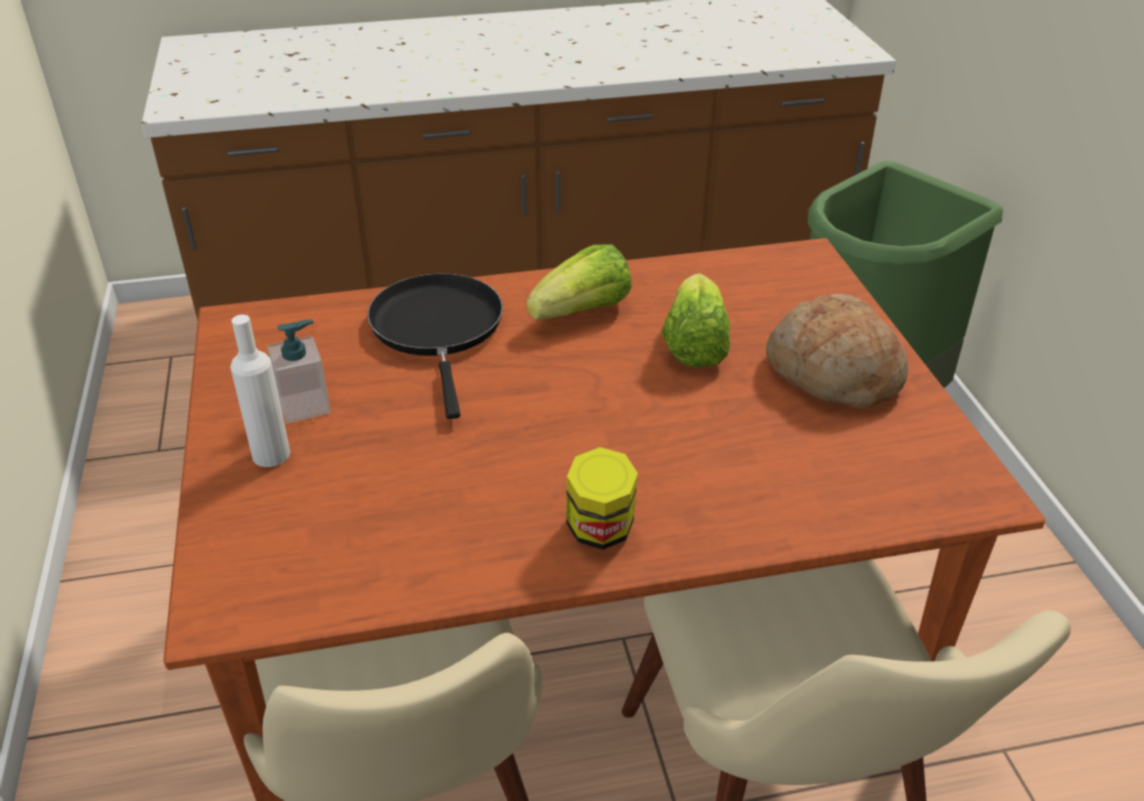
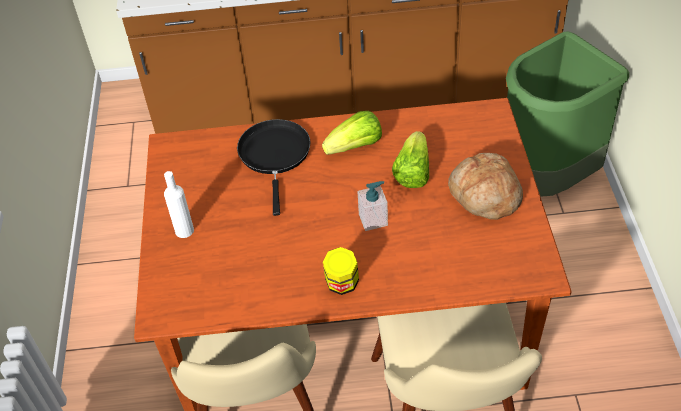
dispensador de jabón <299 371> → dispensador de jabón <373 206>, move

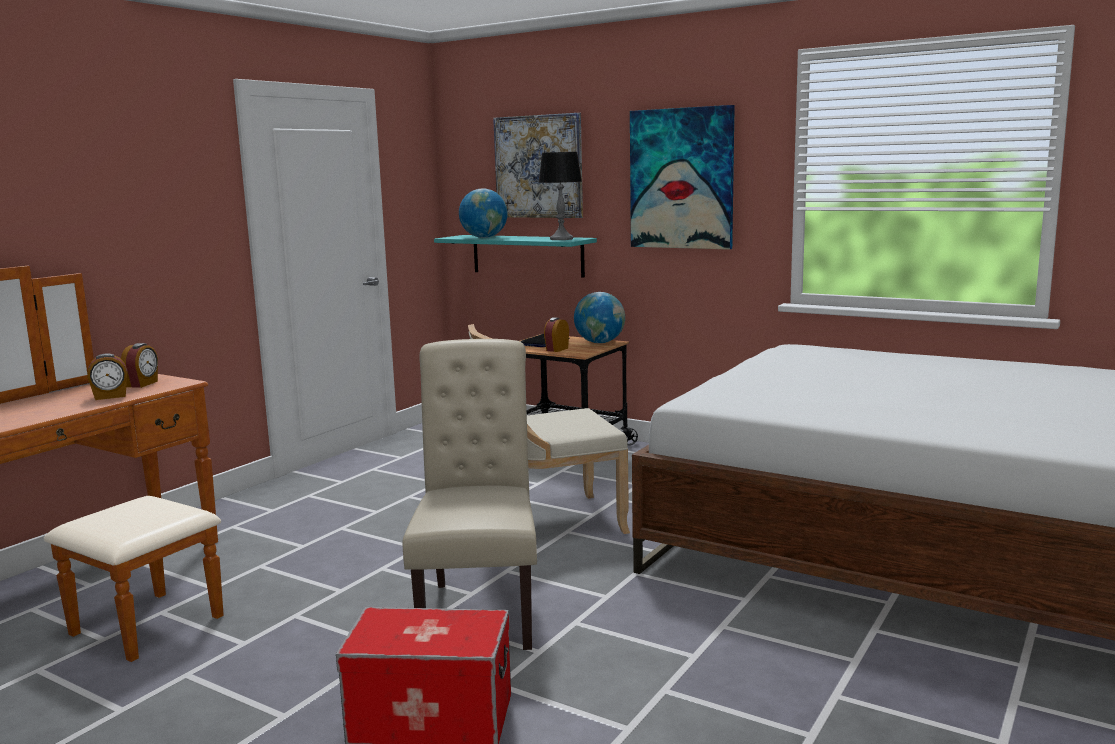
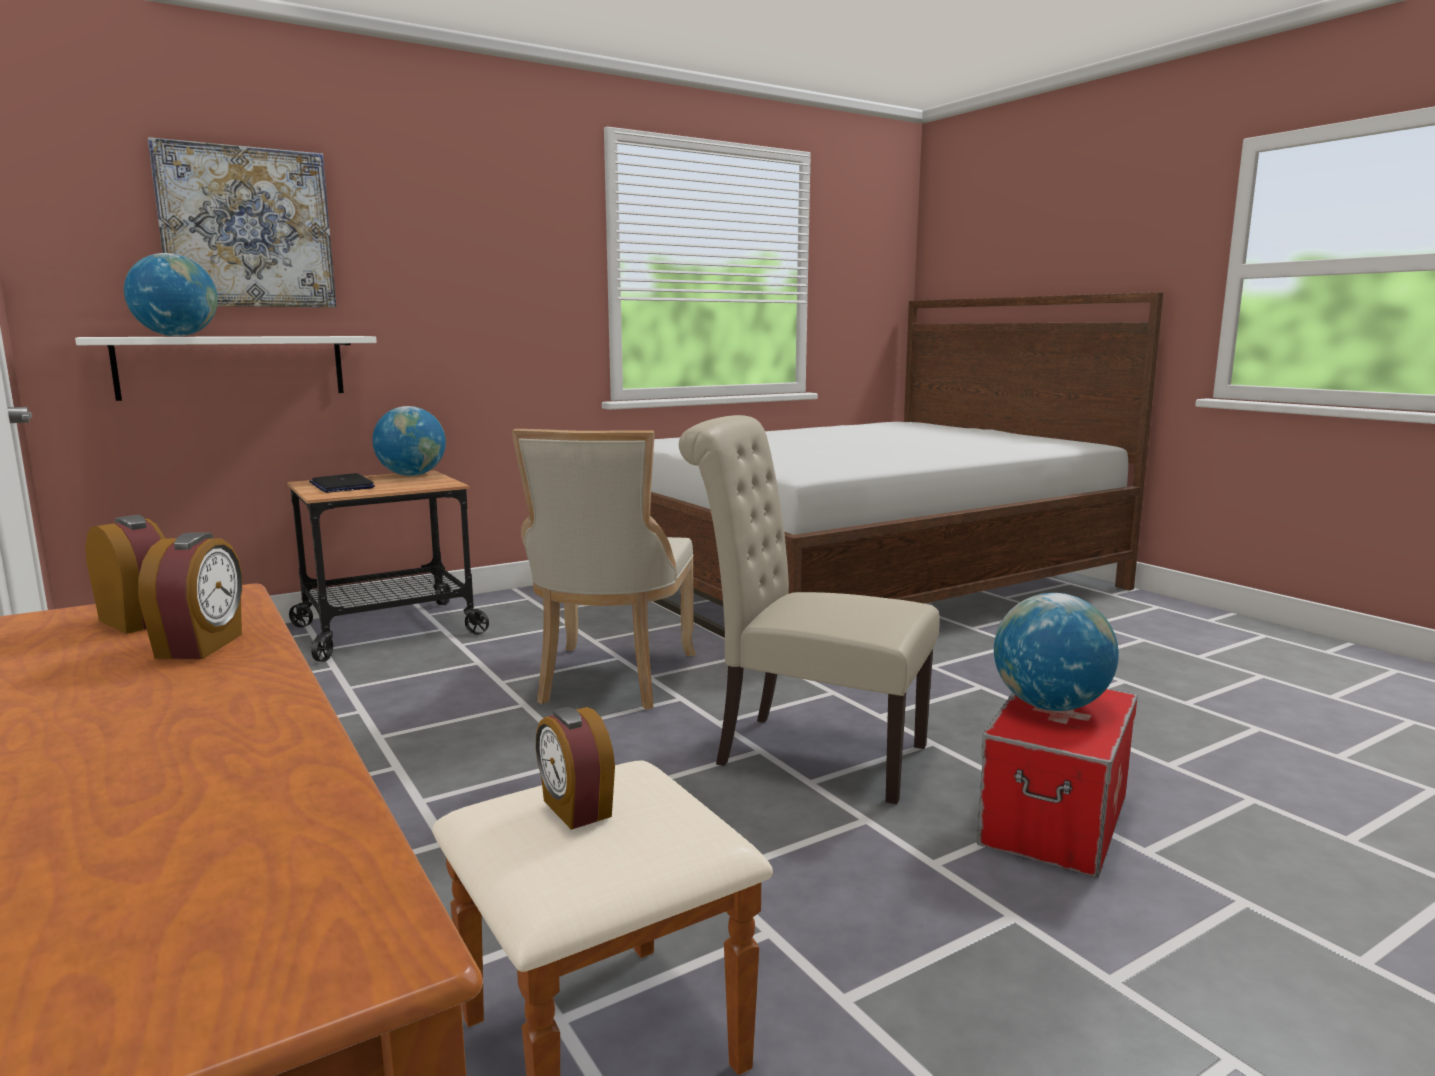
estante/turquesa <515 256> → estante/blanco <226 368>
lámpara de mesa <560 196> → -
despertador <556 334> → despertador <575 768>, move
cuadro <682 177> → -
- → globo terráqueo <1056 652>

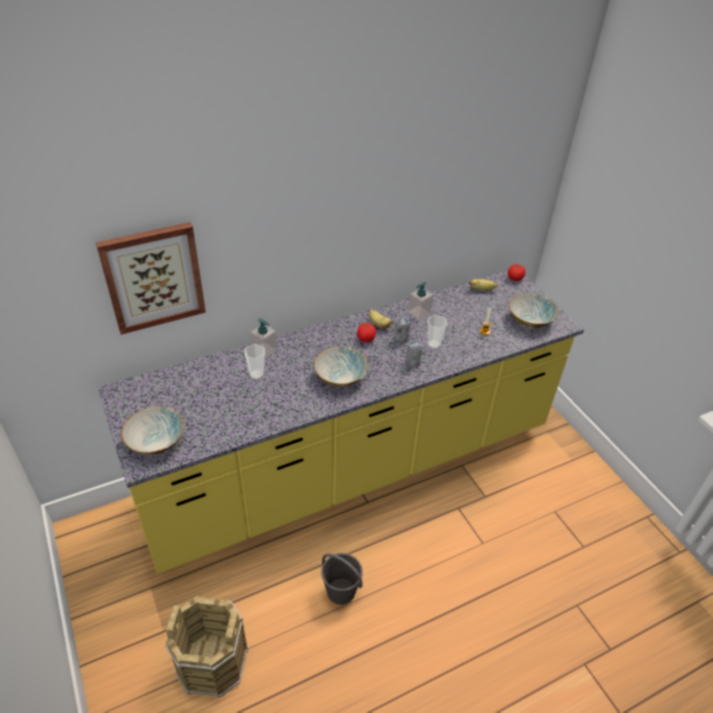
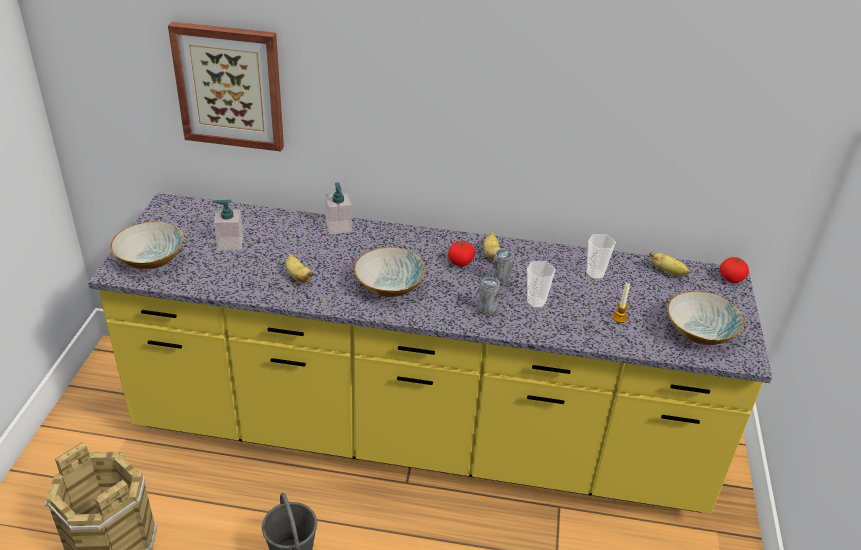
taza <255 362> → taza <601 257>, move
dispensador de jabón <420 301> → dispensador de jabón <228 225>, move
- → plátano <299 268>

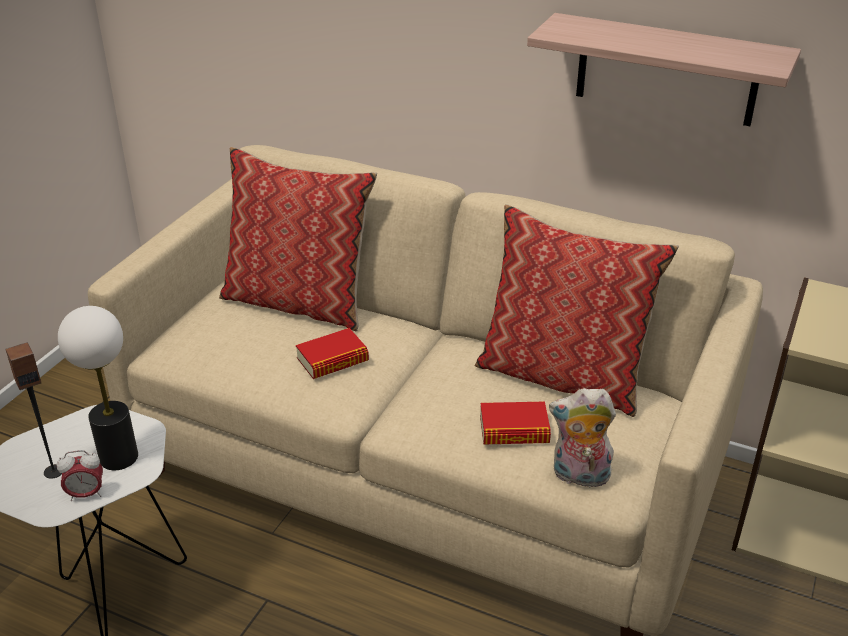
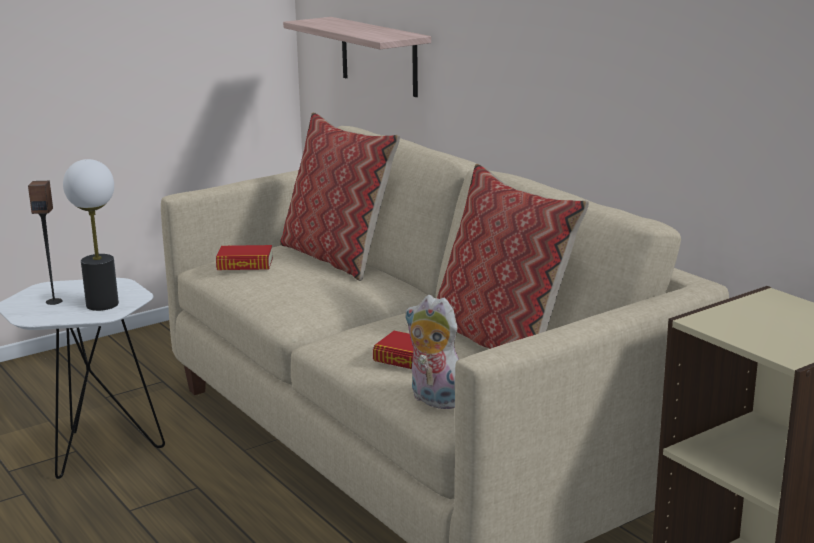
despertador <80 475> → -
libro <332 353> → libro <244 257>, move
estante <664 69> → estante <357 57>, move

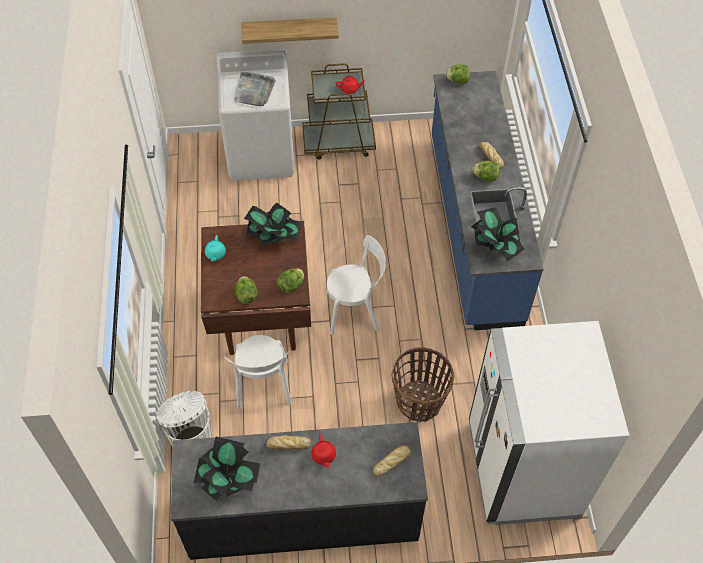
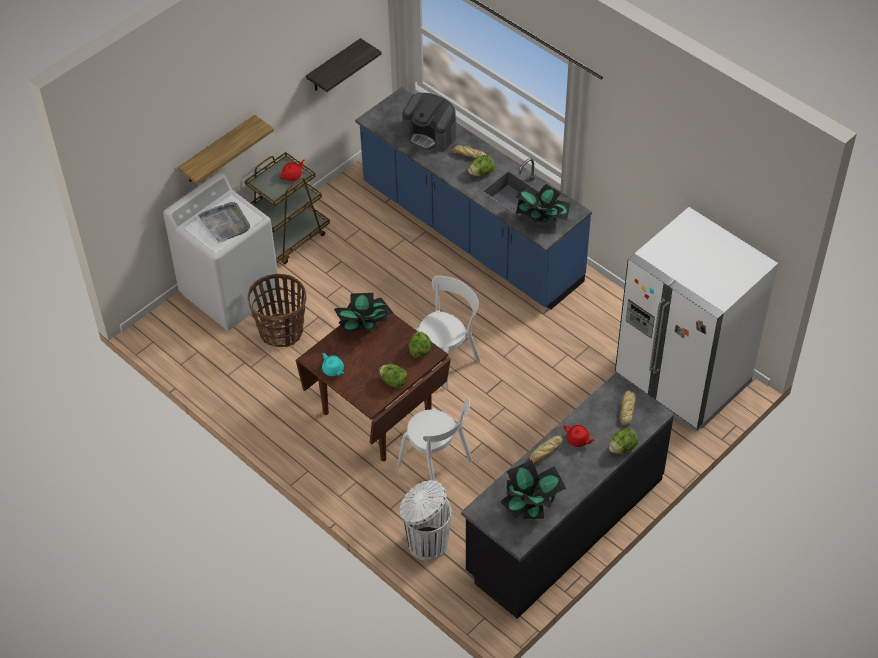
cesta <422 384> → cesta <277 310>, move
lechuga <458 74> → lechuga <623 441>, move
- → estante <344 65>
- → cafetera <429 122>

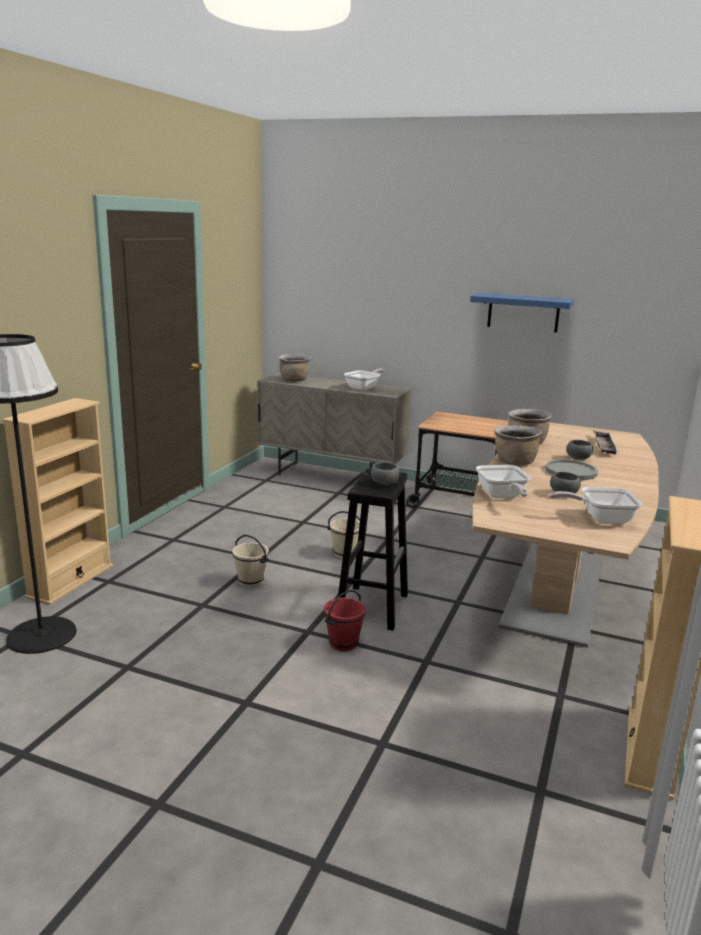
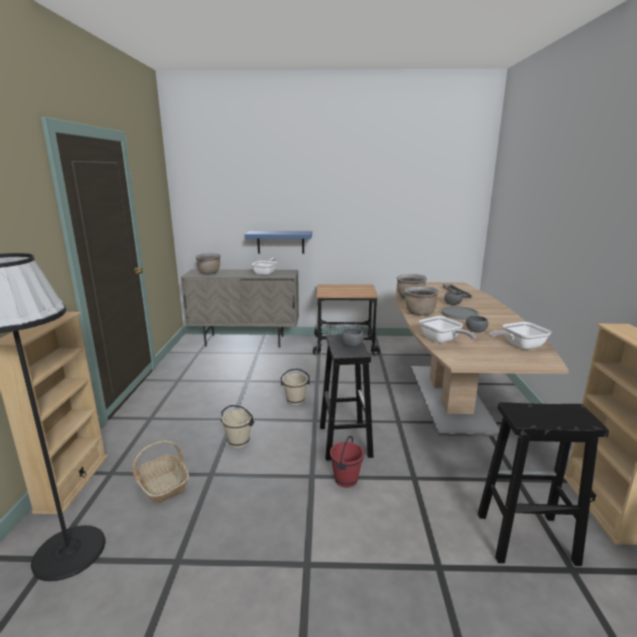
estante/azul <522 313> → estante/azul <278 242>, move
- → cesta <160 472>
- → taburete/negro <543 484>

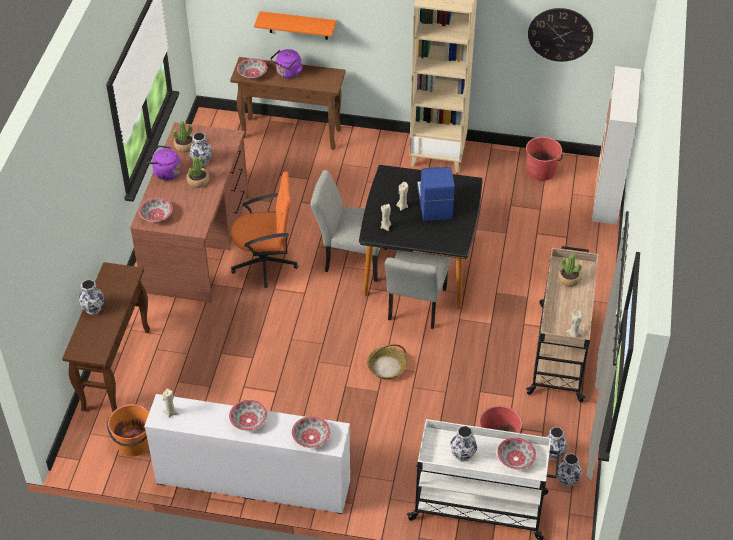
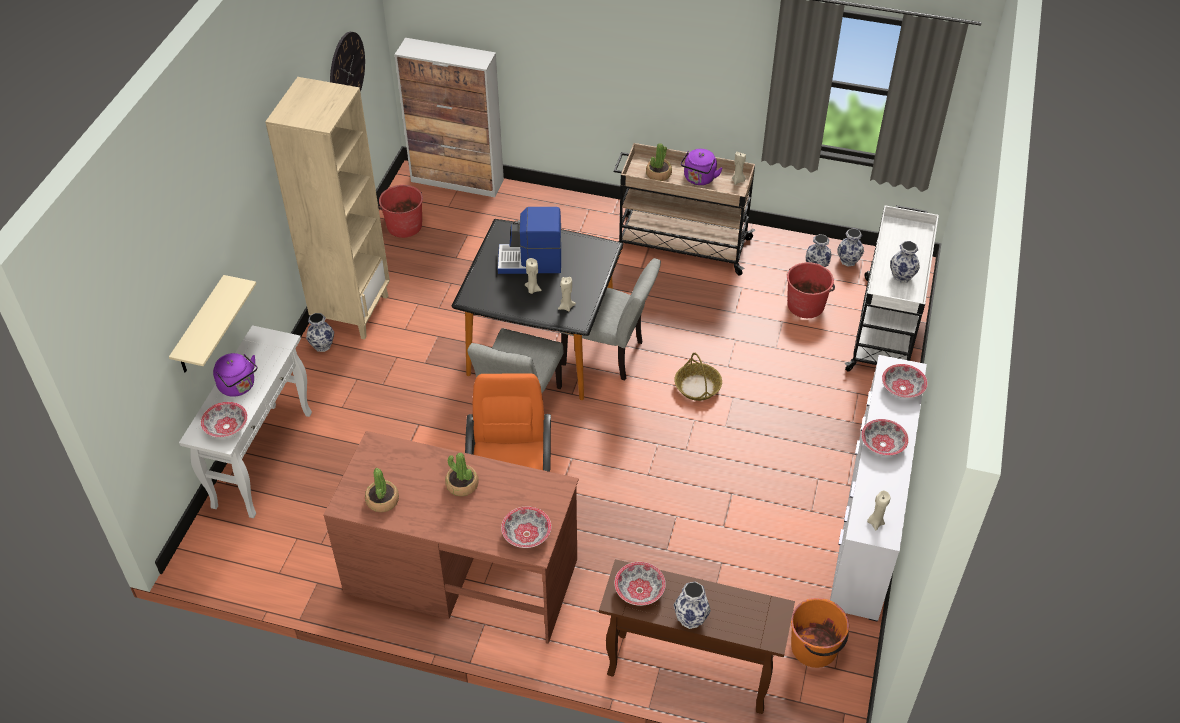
hervidor/morado <163 162> → hervidor/morado <702 167>, move
florero <201 149> → florero <320 332>, move
mesa consola/marrón <287 103> → mesa consola/blanco <245 421>
estante/naranja <295 25> → estante/beis <212 324>
cuenco <516 453> → cuenco <640 584>, move

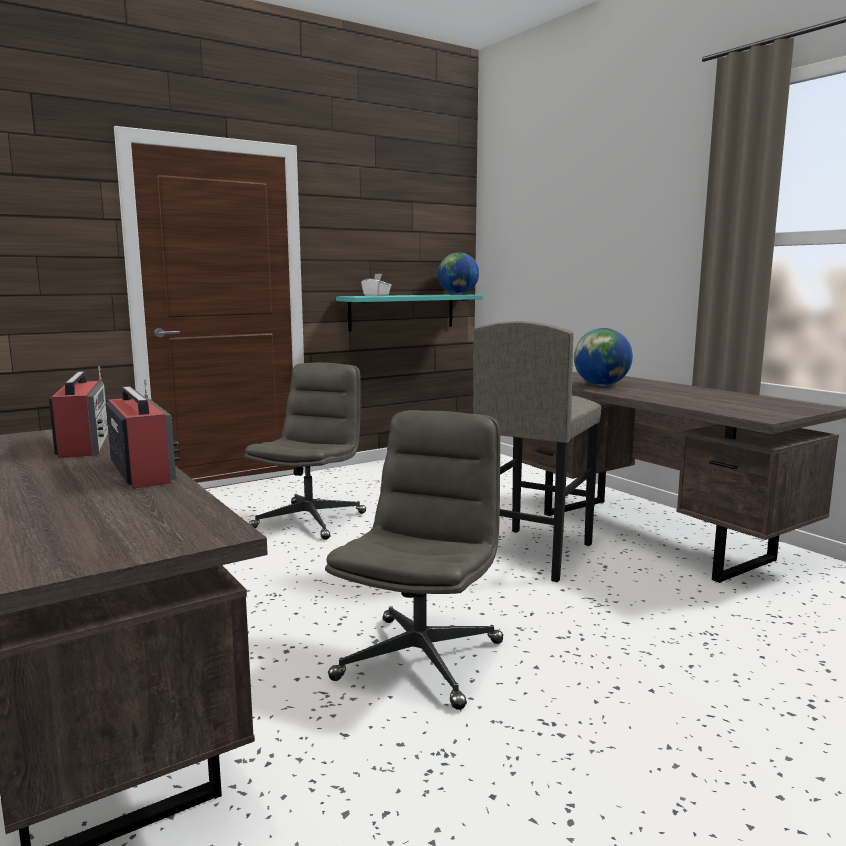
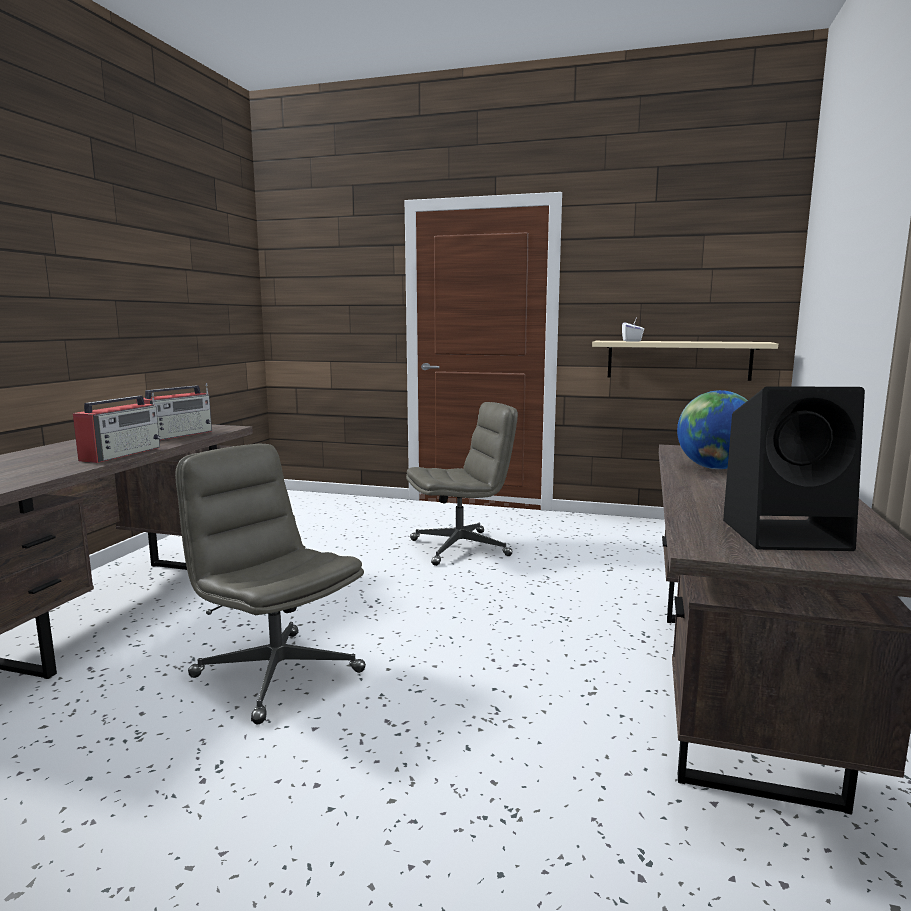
silla de oficina/gris <414 560> → silla de oficina/gris <270 583>, 120 degrees counterclockwise
estante/turquesa <409 313> → estante/beis <685 361>
globo terráqueo <458 273> → -
taburete/gris <537 451> → -
- → altavoz/negro <794 468>

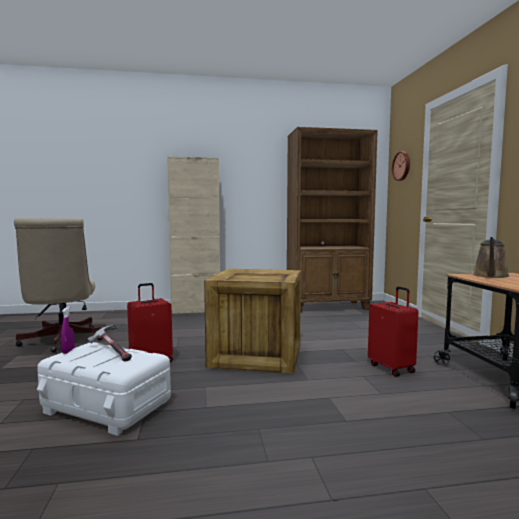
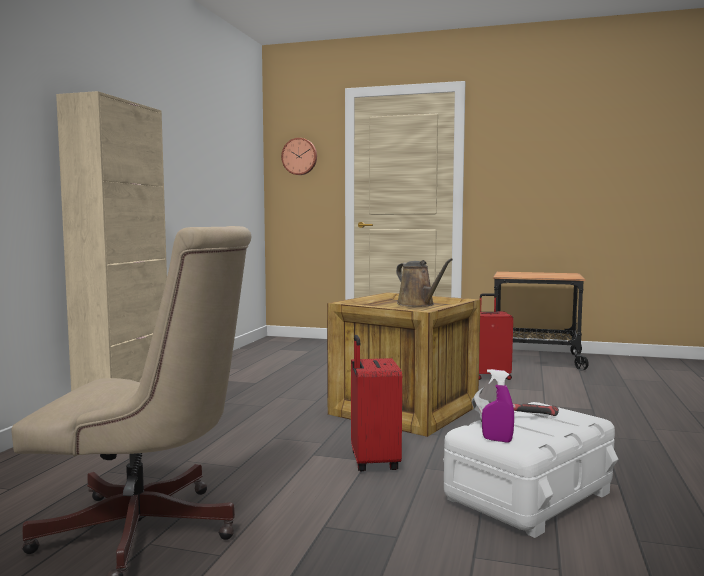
estantería/marrón <332 220> → -
regadera/marrón <491 257> → regadera/marrón <424 282>, move

